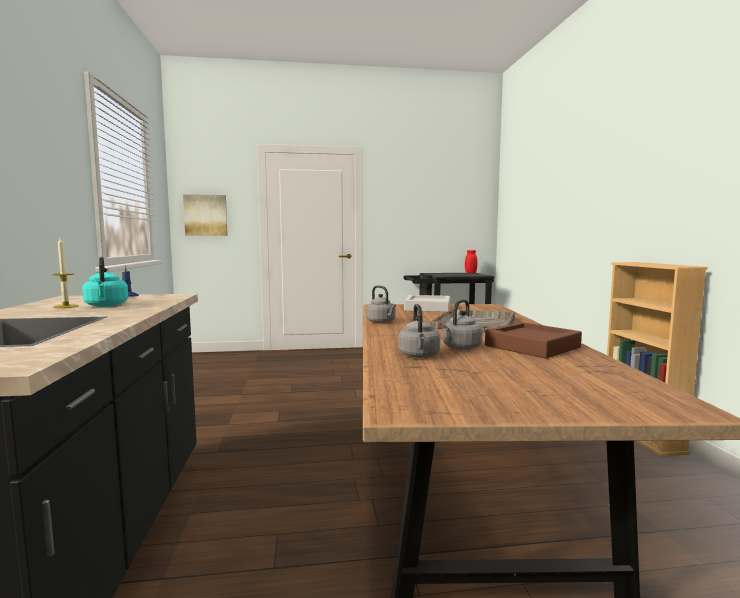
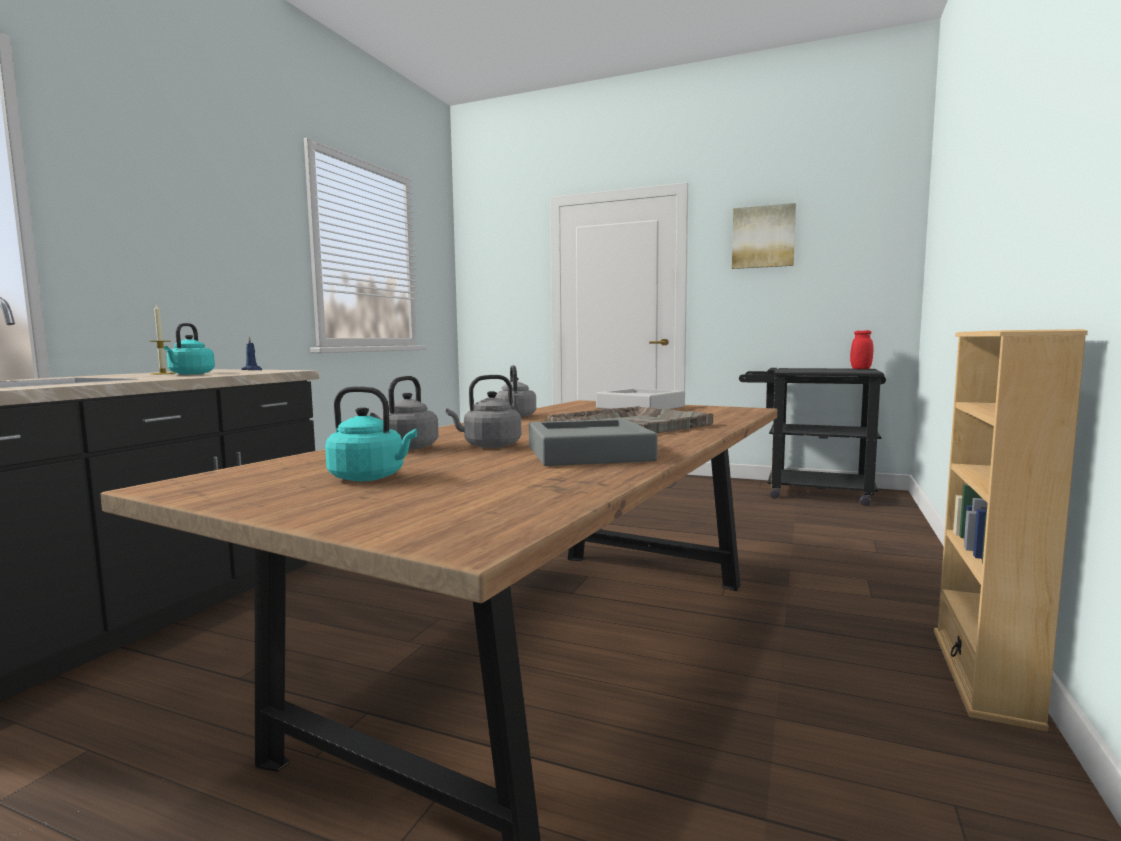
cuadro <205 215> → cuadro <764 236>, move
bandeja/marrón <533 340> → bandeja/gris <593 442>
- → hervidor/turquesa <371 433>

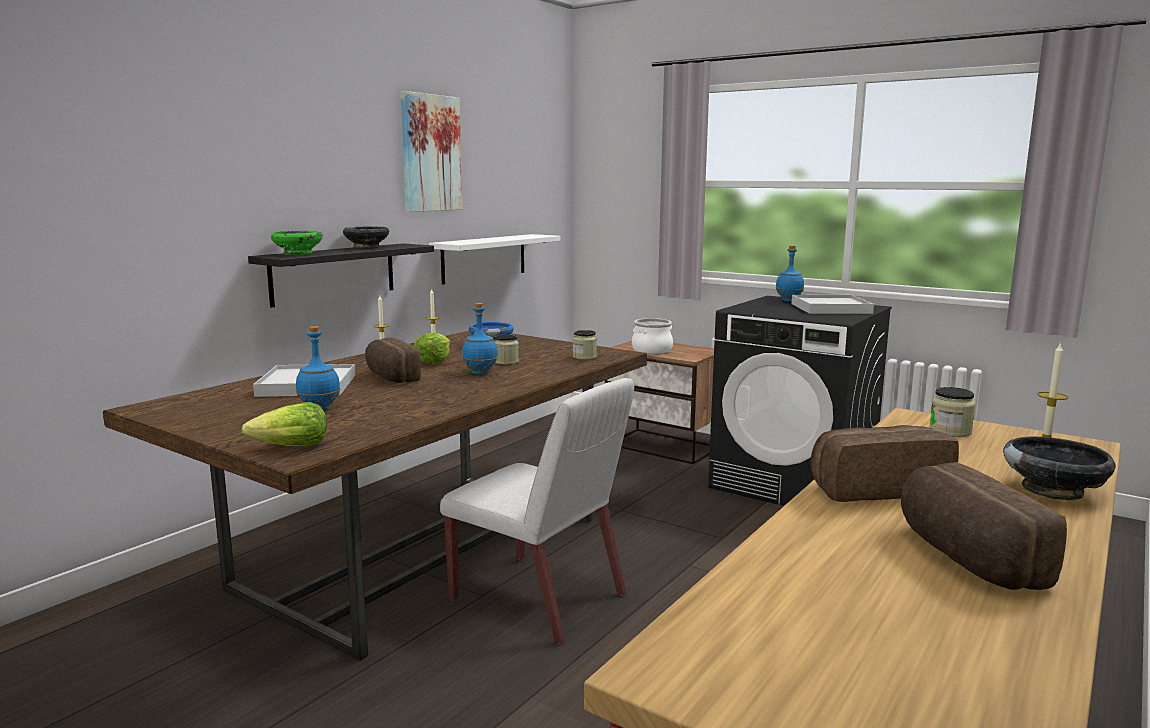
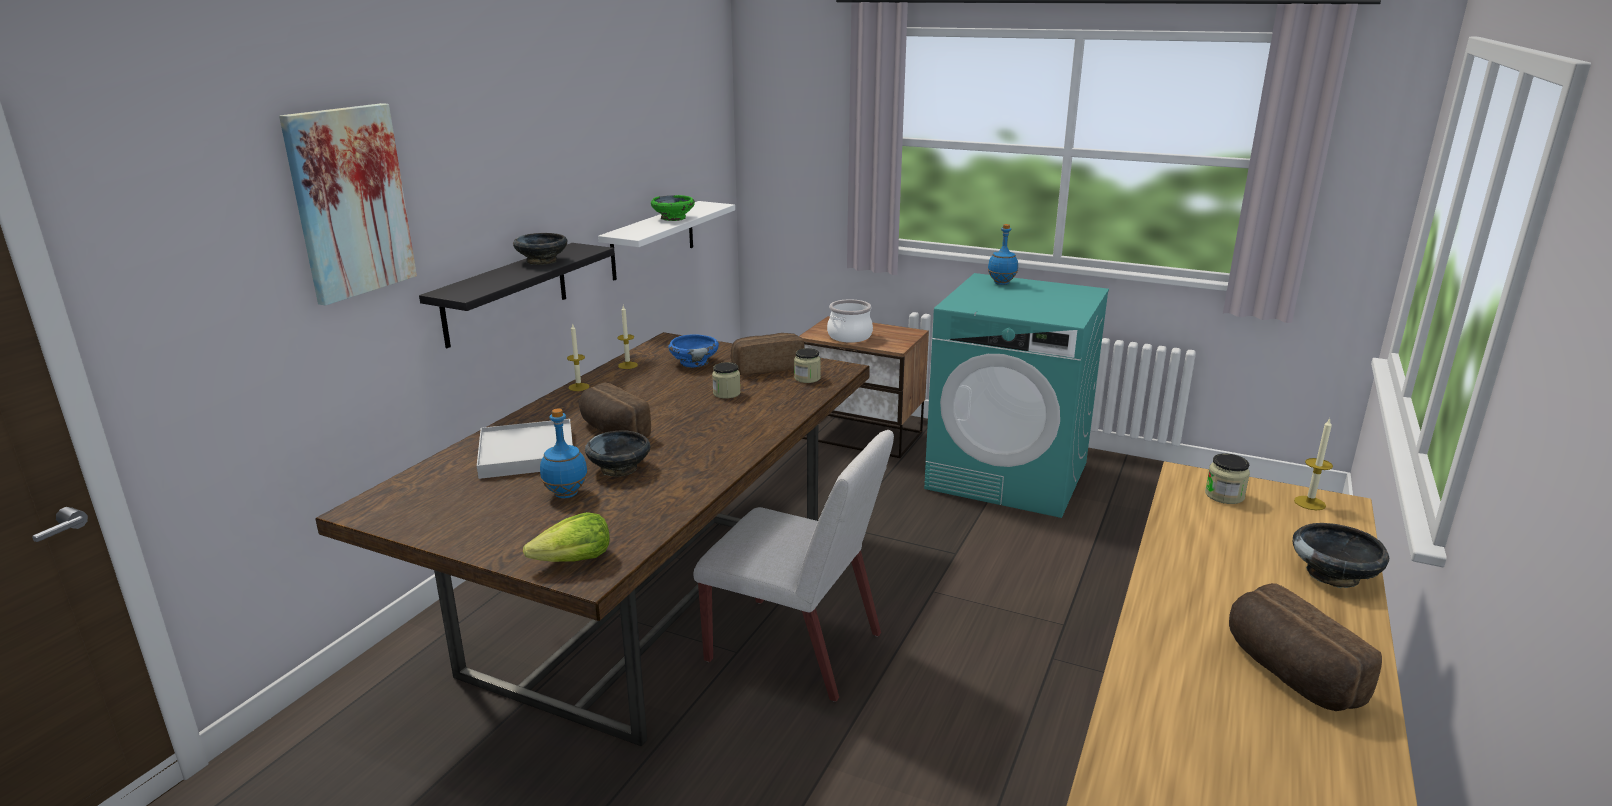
cuenco/verde <297 243> → cuenco/verde <673 208>, move
cuadro <431 151> → cuadro <348 204>, move
lechuga <432 348> → -
botella/azul <480 338> → -
lavadora/negro <800 401> → lavadora/turquesa <1016 395>
bandeja/blanco <832 304> → -
pan <884 463> → pan <768 354>, move
- → cuenco/negro <618 453>

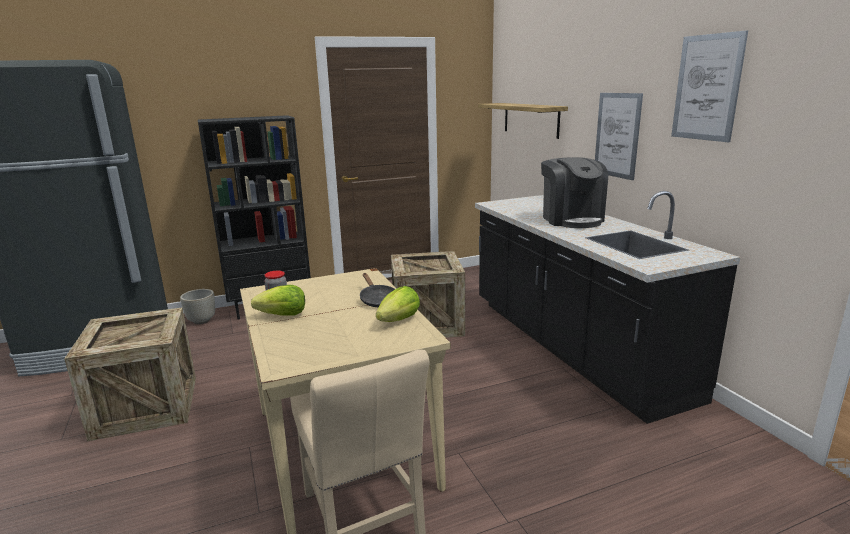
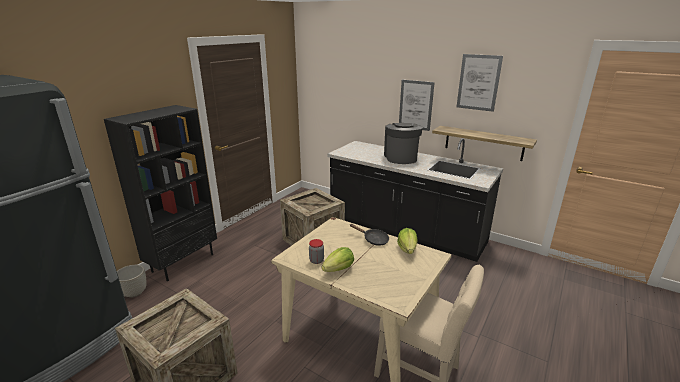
estante <523 121> → estante <484 143>, move
cafetera <574 192> → cafetera <403 143>, 135 degrees counterclockwise

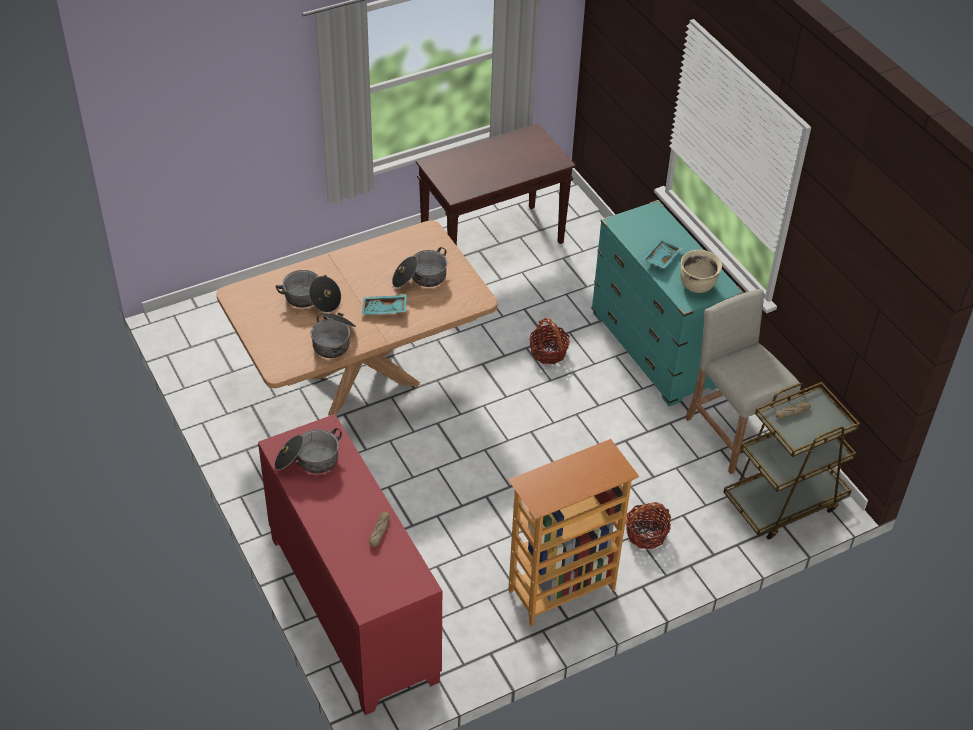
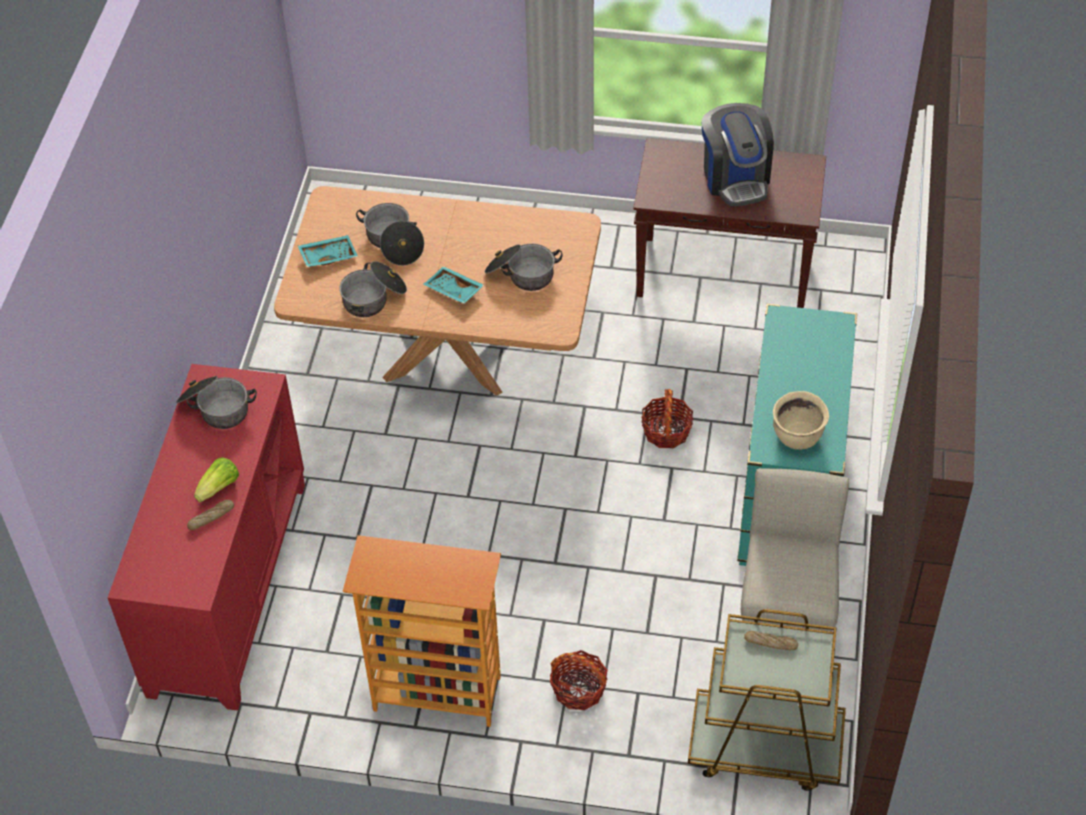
bandeja/turquesa <662 254> → bandeja/turquesa <328 251>, move
- → lechuga <216 479>
- → cafetera <737 154>

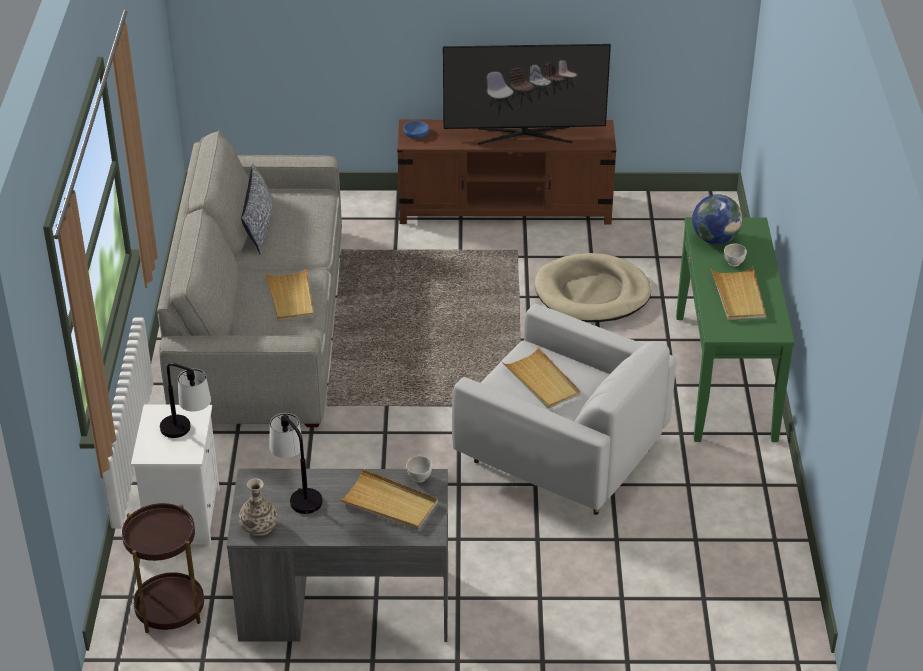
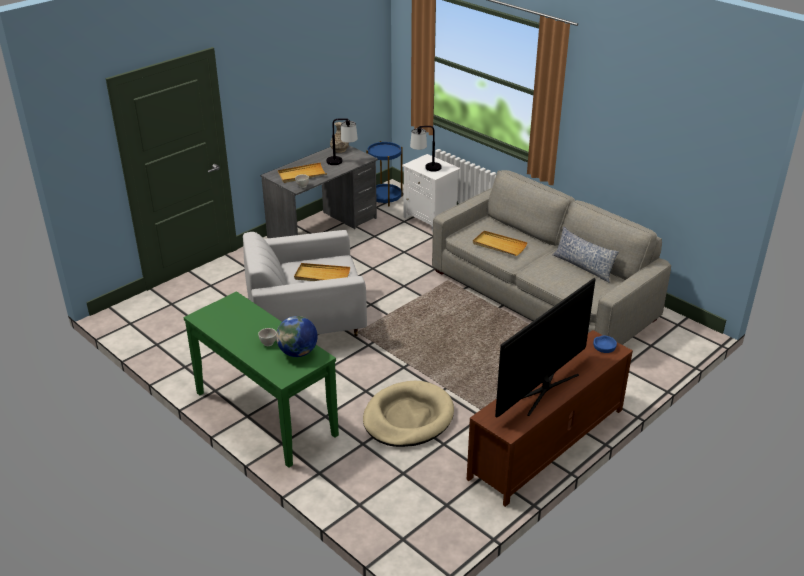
mesa auxiliar/marrón <163 568> → mesa auxiliar/azul <384 174>
bandeja/beis <738 293> → -

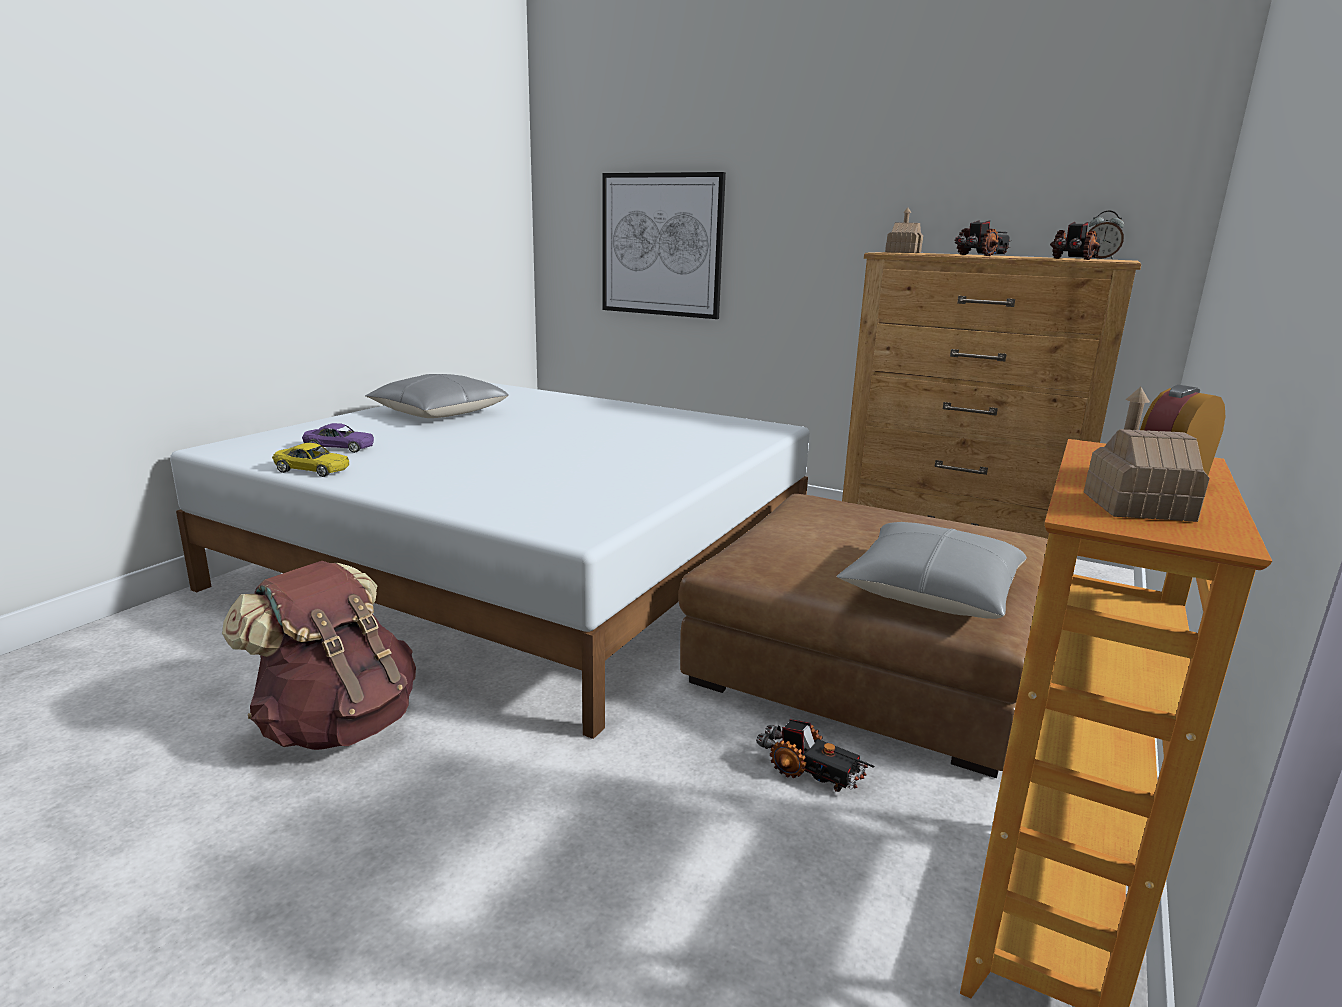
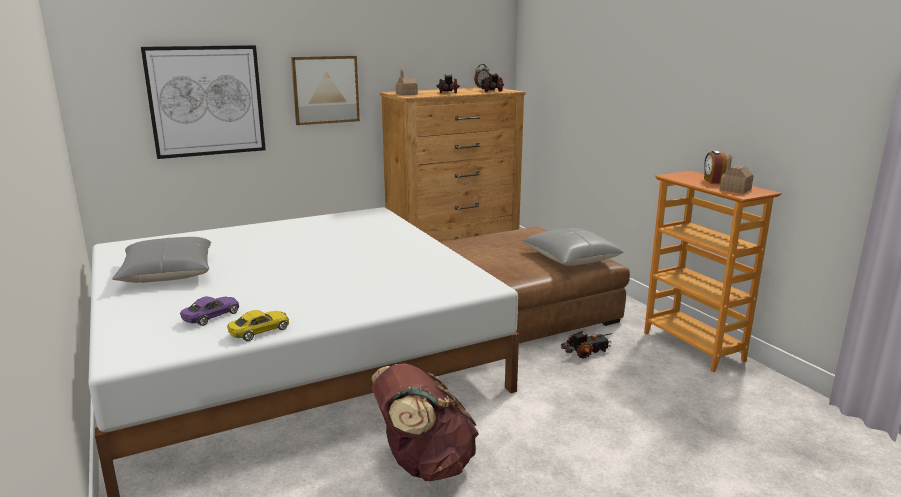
- → cuadro <325 90>

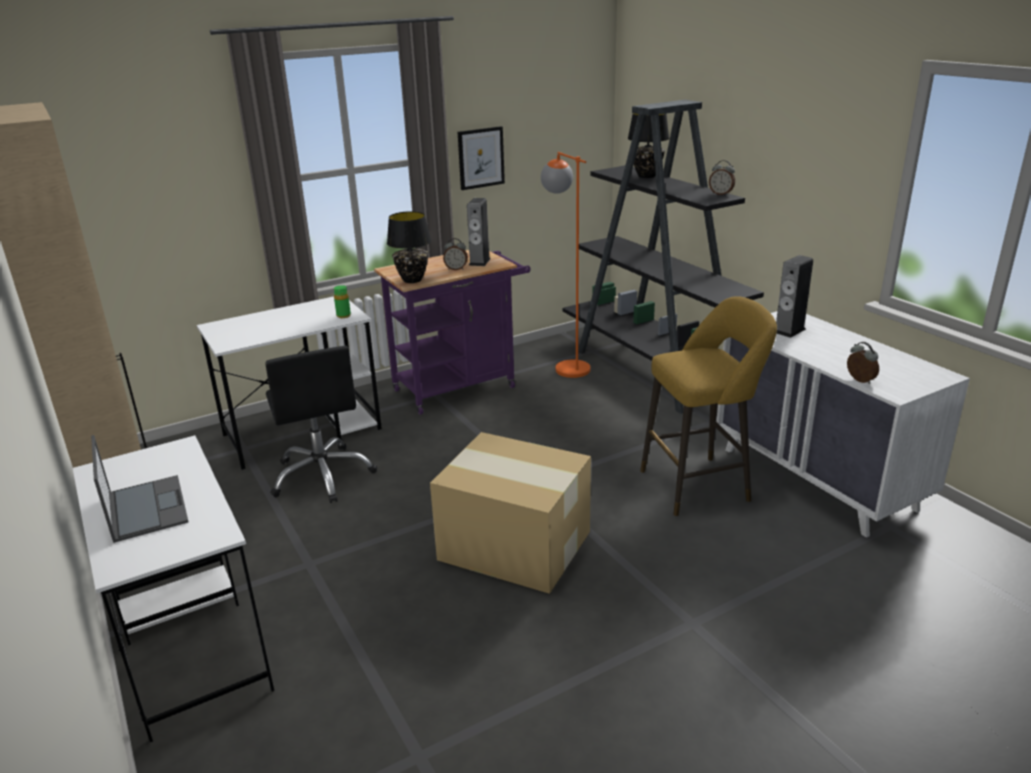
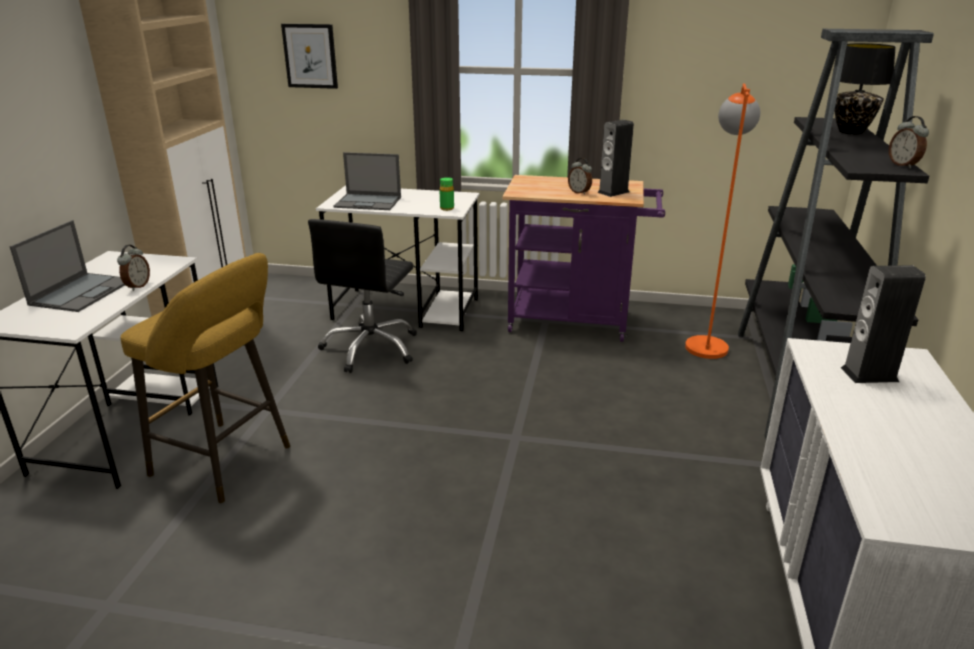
lámpara de mesa/negro <409 247> → -
caja de cartón <510 513> → -
cuadro <481 158> → cuadro <309 56>, move
taburete/amarillo <708 406> → taburete/amarillo <205 378>, move
despertador <863 363> → despertador <133 268>, move
- → portátil <367 181>

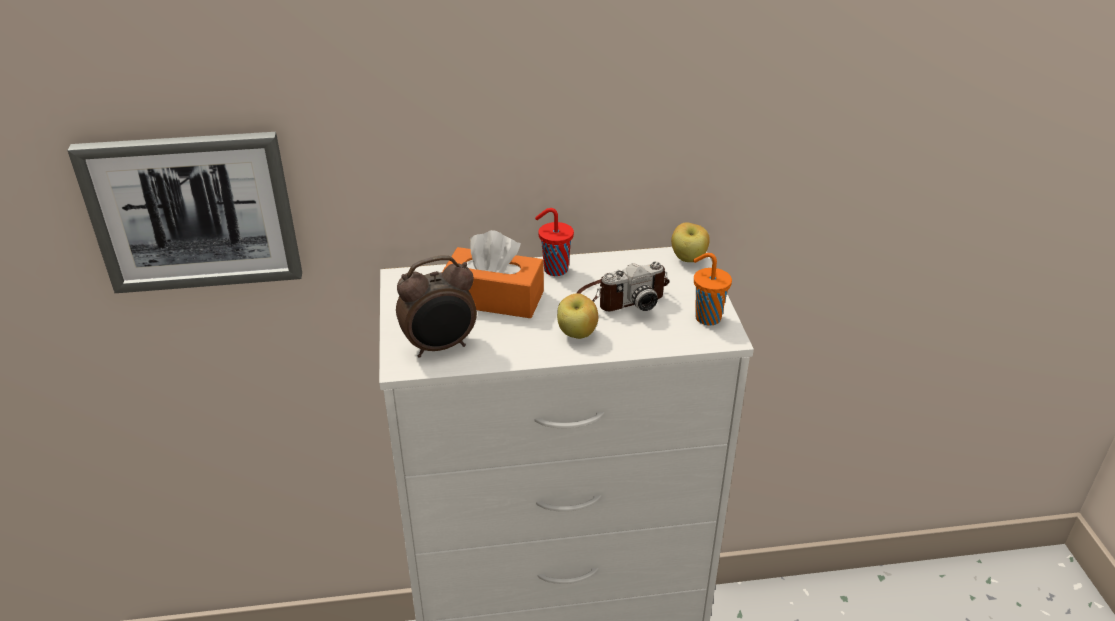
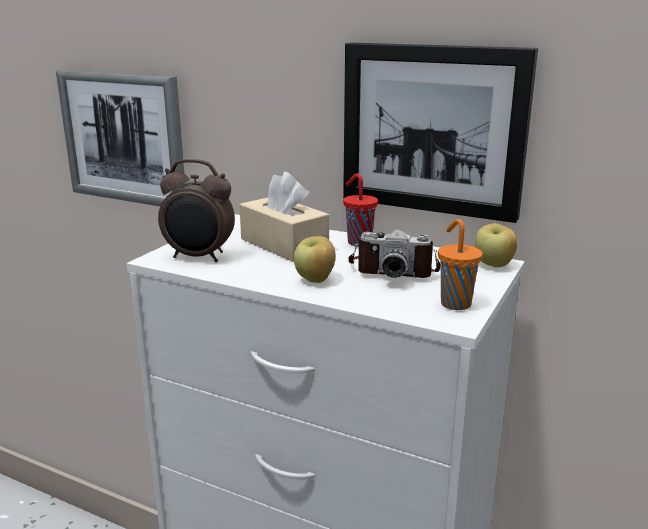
caja de pañuelos/naranja <493 274> → caja de pañuelos/beis <284 217>
- → cuadro <440 133>

